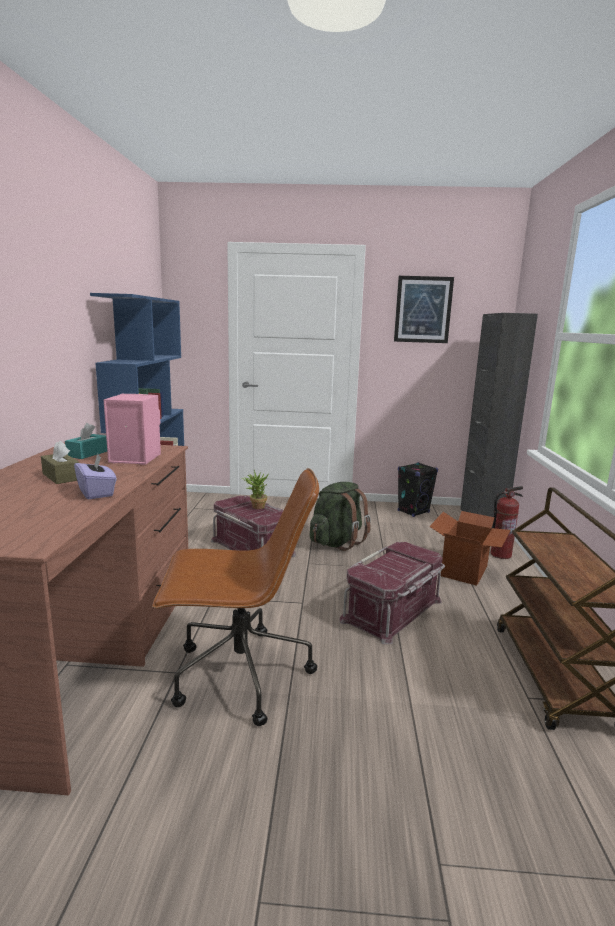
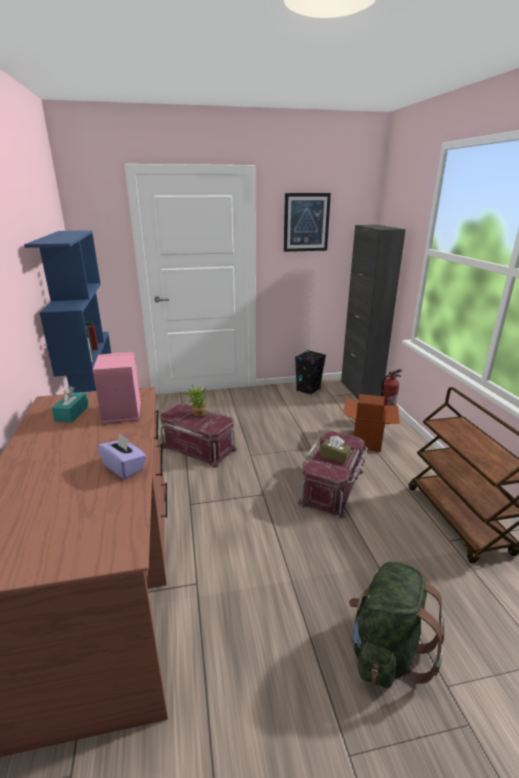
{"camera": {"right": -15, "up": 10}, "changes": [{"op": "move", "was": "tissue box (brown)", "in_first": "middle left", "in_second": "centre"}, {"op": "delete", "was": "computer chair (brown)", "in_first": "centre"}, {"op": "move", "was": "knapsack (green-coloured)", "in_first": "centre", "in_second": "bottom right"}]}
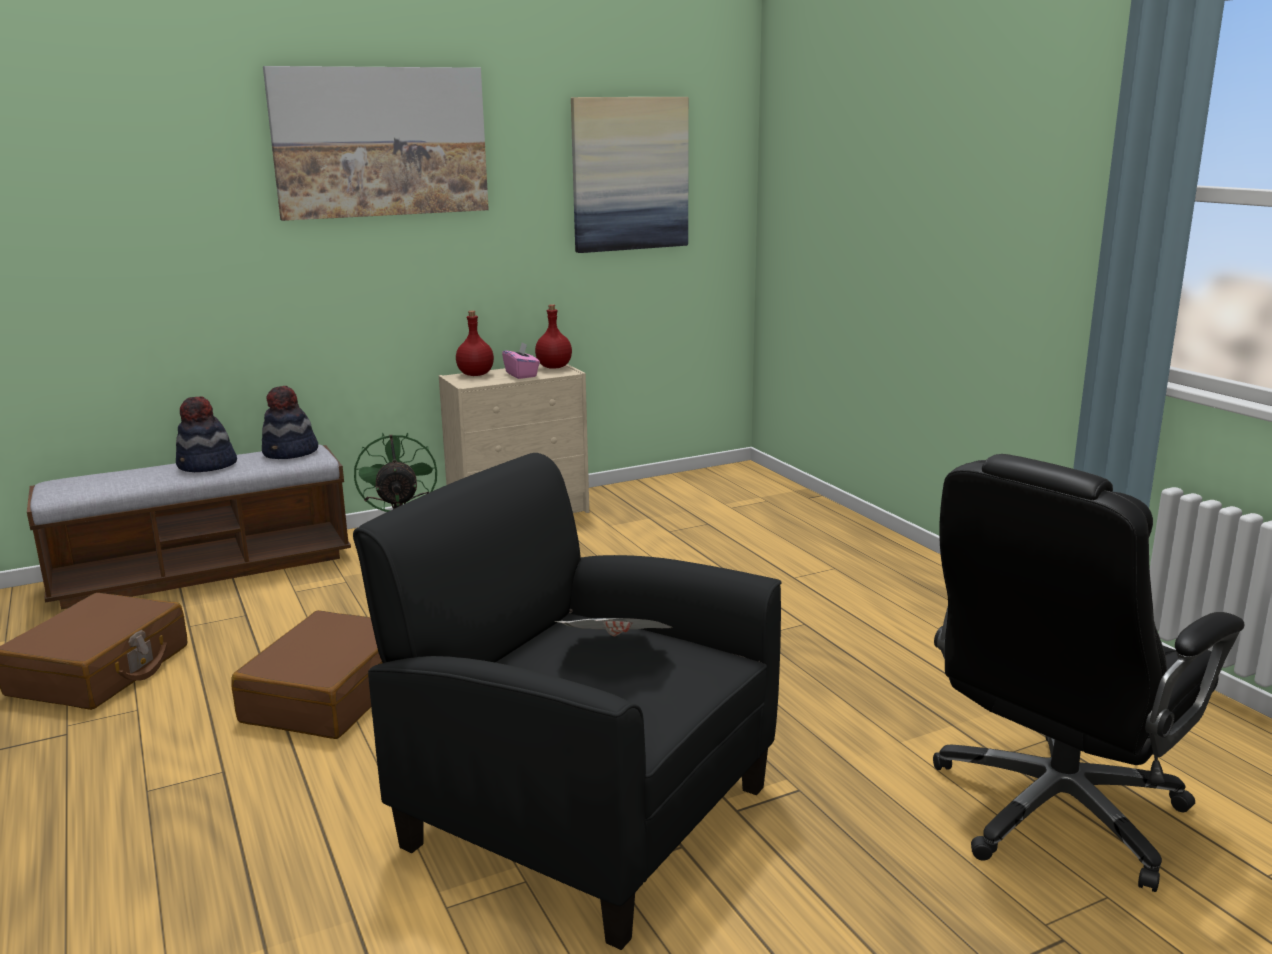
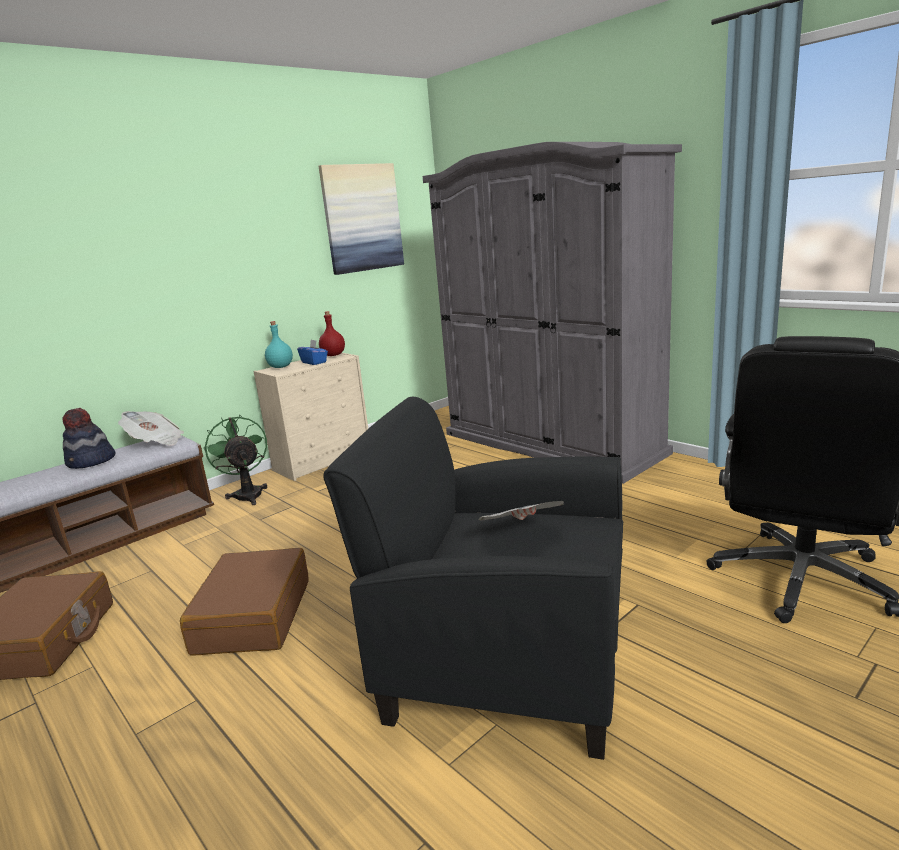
{"camera": {"right": -15, "up": 0}, "changes": [{"op": "replace", "was": "wearable hat (2nd from left)", "now": "newspaper (1st from left)", "in_first": "middle left", "in_second": "middle left"}, {"op": "delete", "was": "picture (1st from left)", "in_first": "top left"}, {"op": "recolor", "was": "beverage bottle (reddish) (1st from left)", "now": "beverage bottle (turquoise-coloured)", "in_first": "centre", "in_second": "middle left"}, {"op": "recolor", "was": "tissue box (pink-coloured)", "now": "tissue box (blue-coloured)", "in_first": "centre", "in_second": "centre"}, {"op": "insert", "now": "clothes cupboard (grey)", "in_second": "centre"}]}
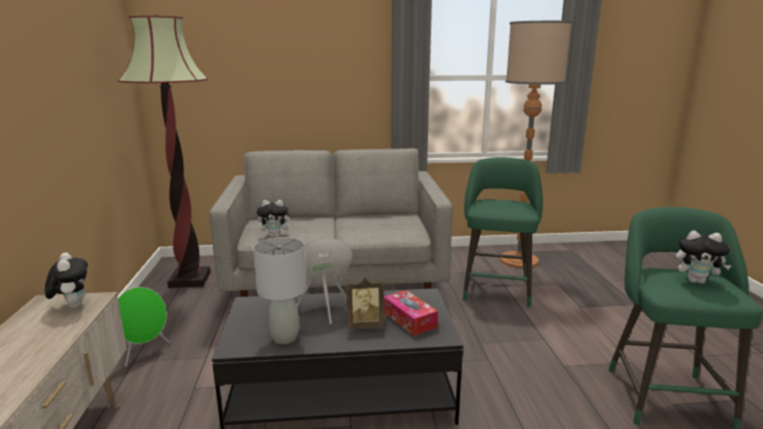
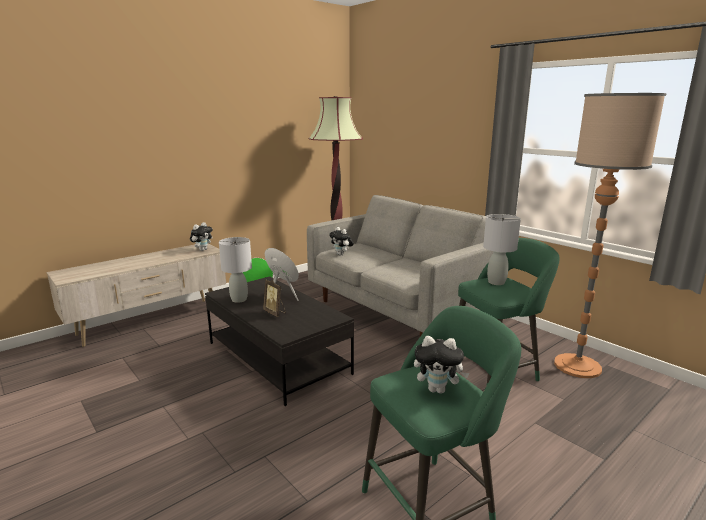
{"camera": {"right": 55, "up": 0}, "changes": [{"op": "delete", "was": "tissue box", "in_first": "bottom centre"}, {"op": "rotate", "was": "cuddly toy (3rd from left)", "in_first": "middle right", "in_second": "bottom centre", "clockwise": -60}, {"op": "insert", "now": "table lamp (grey) (2nd from left)", "in_second": "middle right"}]}
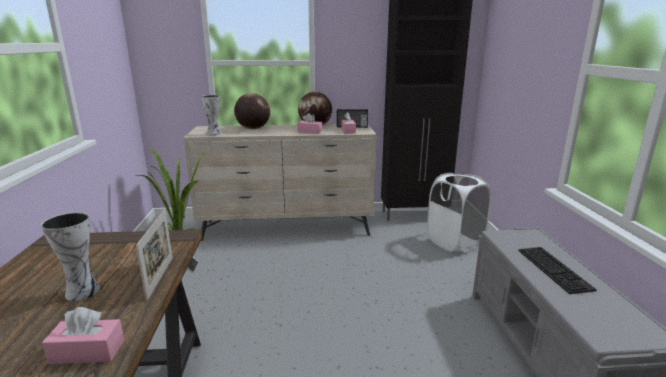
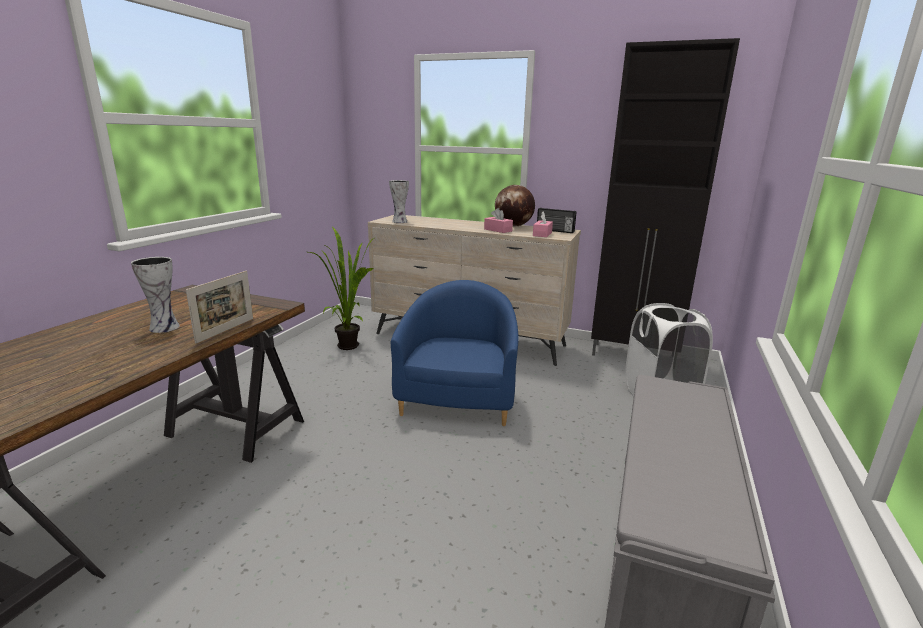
{"camera": {"right": 25, "up": 0}, "changes": [{"op": "delete", "was": "tissue box (pink-coloured) (1st from left)", "in_first": "bottom left"}, {"op": "delete", "was": "desk globe (1st from left)", "in_first": "top centre"}, {"op": "delete", "was": "computer keyboard", "in_first": "bottom right"}, {"op": "insert", "now": "lounge chair (blue-coloured)", "in_second": "centre"}]}
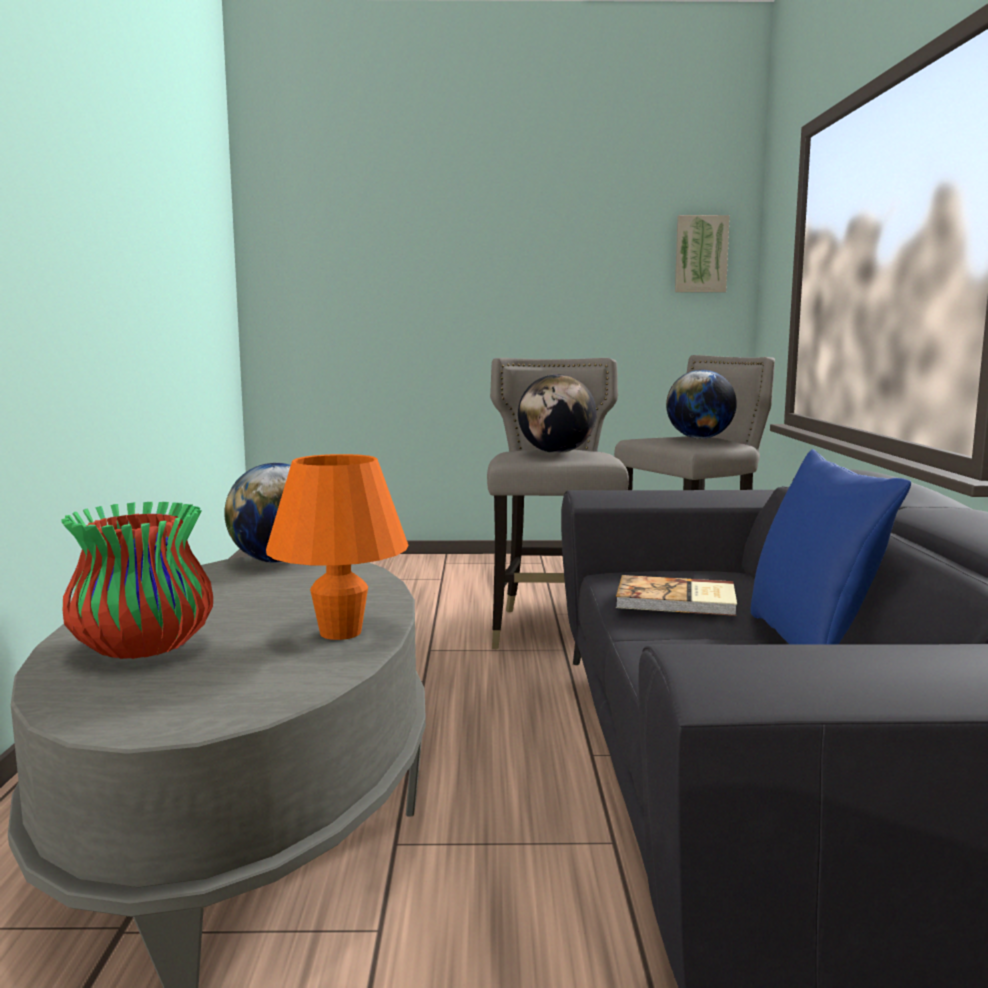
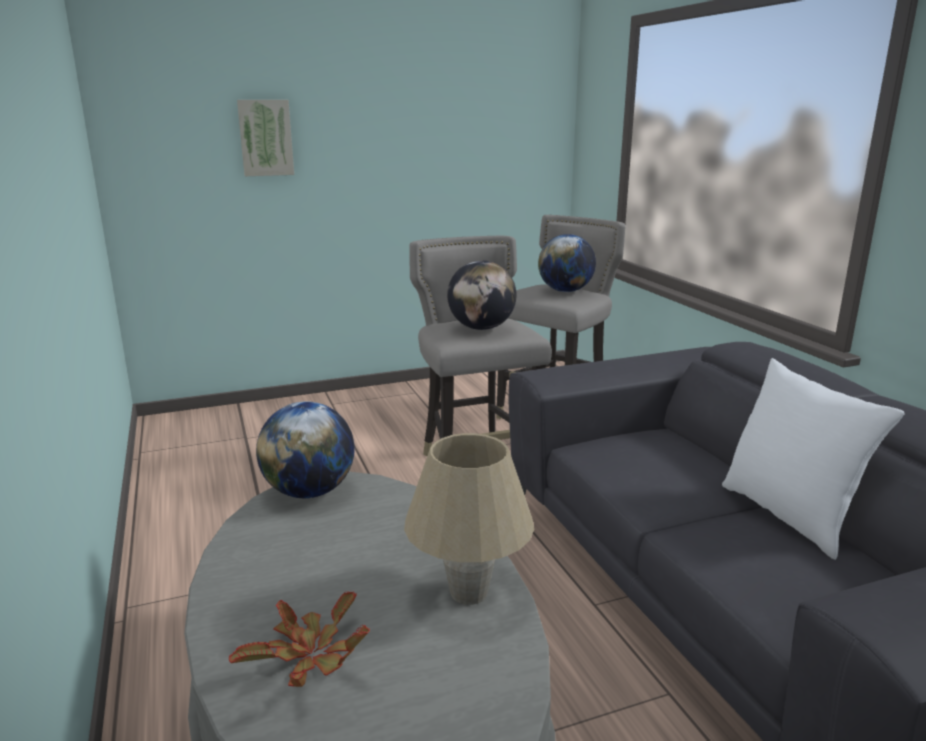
{"camera": {"right": -20, "up": 10}, "changes": [{"op": "replace", "was": "vase", "now": "potted plant", "in_first": "middle left", "in_second": "bottom left"}, {"op": "recolor", "was": "table lamp (orange-coloured)", "now": "table lamp (beige)", "in_first": "centre", "in_second": "bottom centre"}, {"op": "delete", "was": "volume", "in_first": "middle right"}, {"op": "move", "was": "picture", "in_first": "top right", "in_second": "top left"}, {"op": "recolor", "was": "pillow (blue-coloured)", "now": "pillow (whitish)", "in_first": "middle right", "in_second": "middle right"}]}
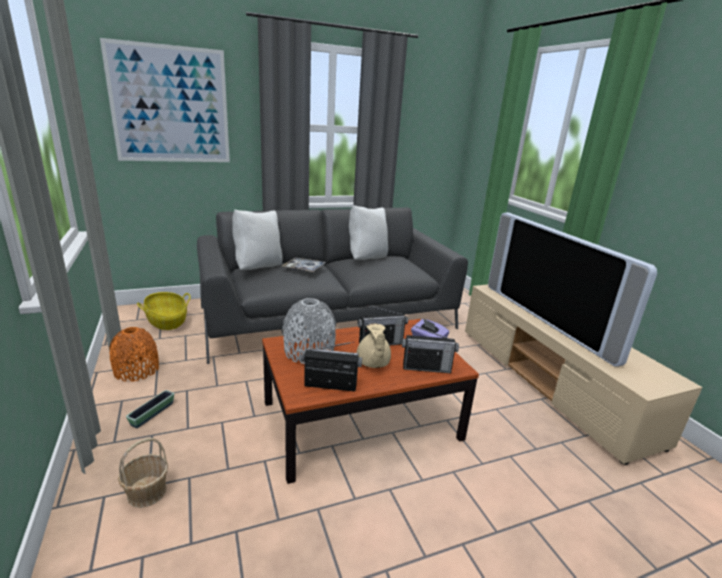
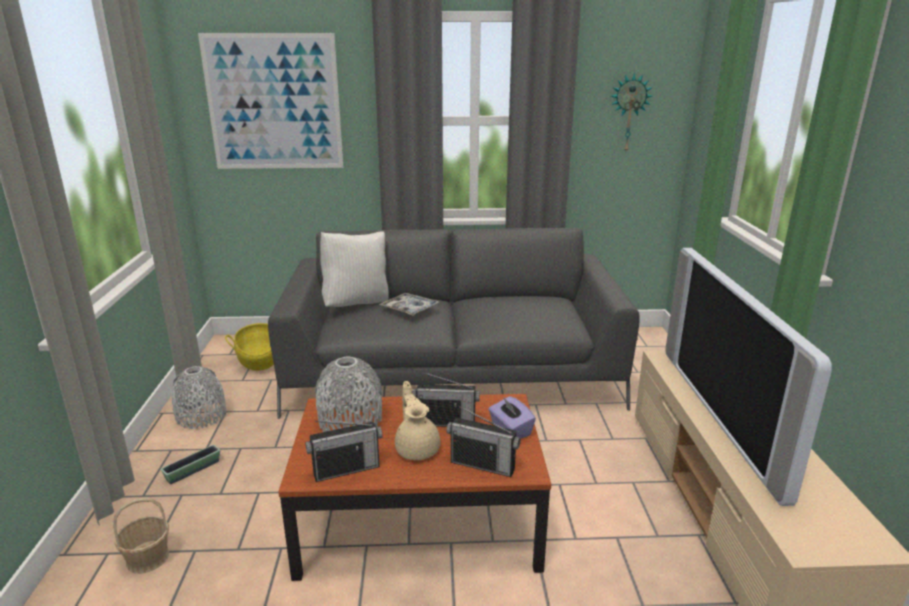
{"camera": {"right": 20, "up": 0}, "changes": [{"op": "recolor", "was": "vase (orange-coloured)", "now": "vase (grey) (1st from left)", "in_first": "middle left", "in_second": "middle left"}, {"op": "rotate", "was": "radio receiver (1st from left)", "in_first": "centre", "in_second": "bottom centre", "clockwise": 135}, {"op": "delete", "was": "pillow (whitish) (2nd from left)", "in_first": "centre"}, {"op": "rotate", "was": "pot for tea (beige)", "in_first": "centre", "in_second": "bottom centre", "clockwise": 150}, {"op": "insert", "now": "wall clock", "in_second": "top right"}]}
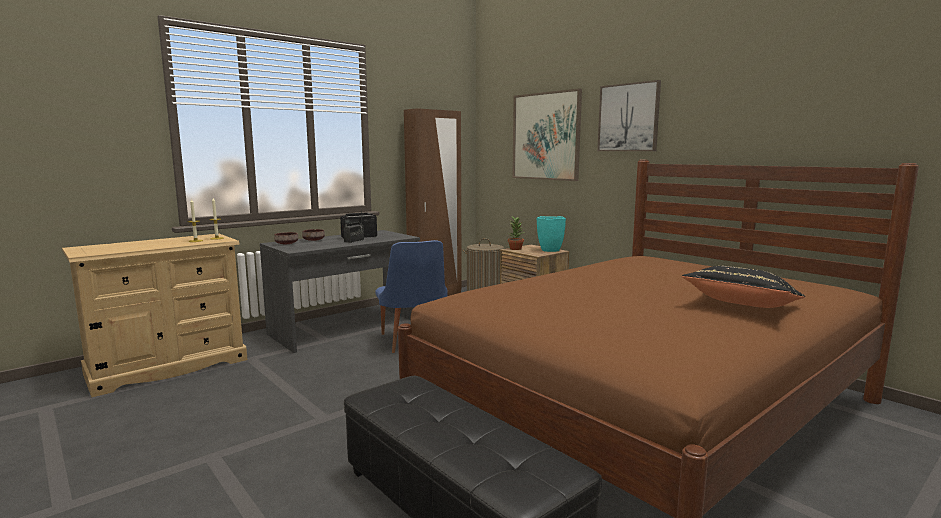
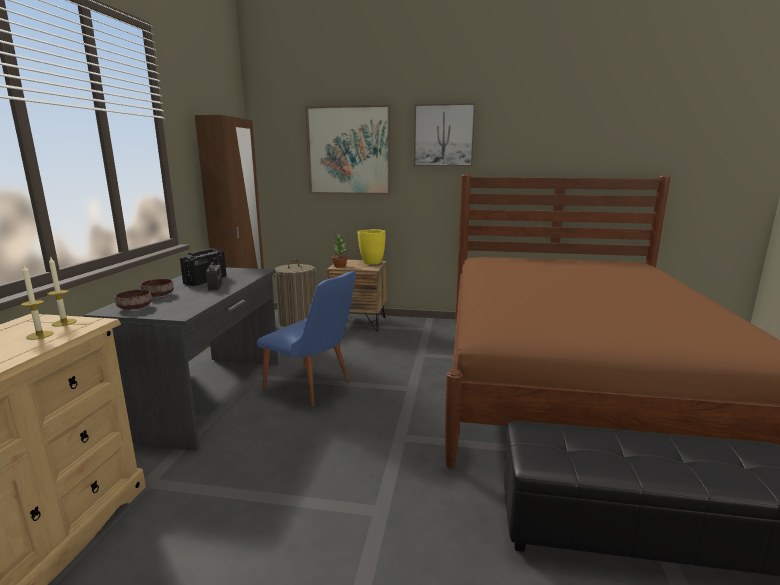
{"camera": {"right": -40, "up": 5}, "changes": [{"op": "recolor", "was": "vase (turquoise-coloured)", "now": "vase (yellow)", "in_first": "centre", "in_second": "centre"}, {"op": "delete", "was": "pillow (black-coloured)", "in_first": "middle right"}]}
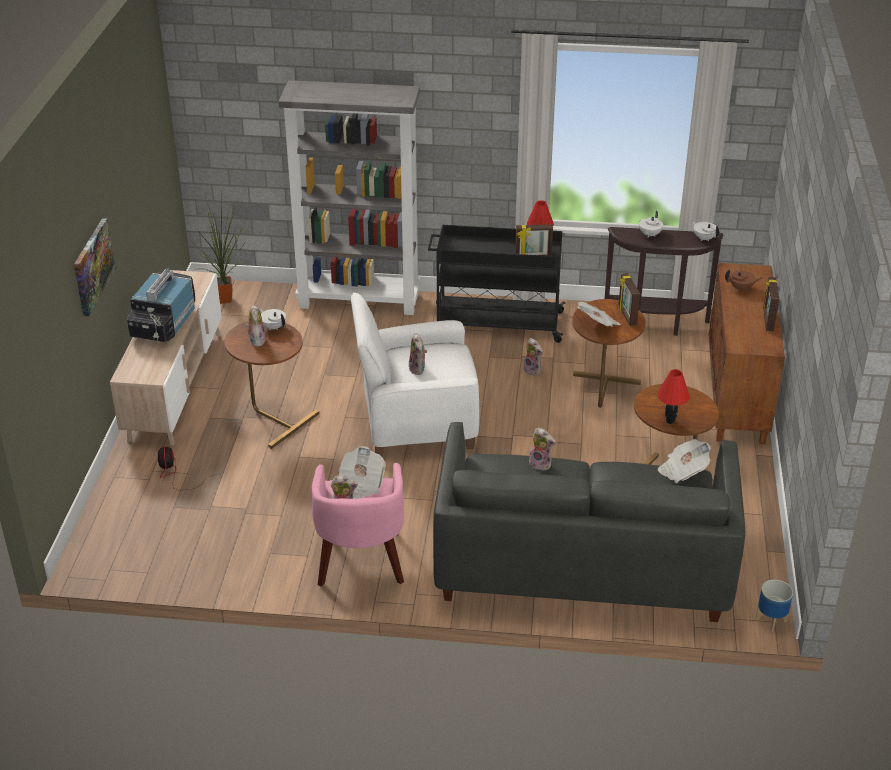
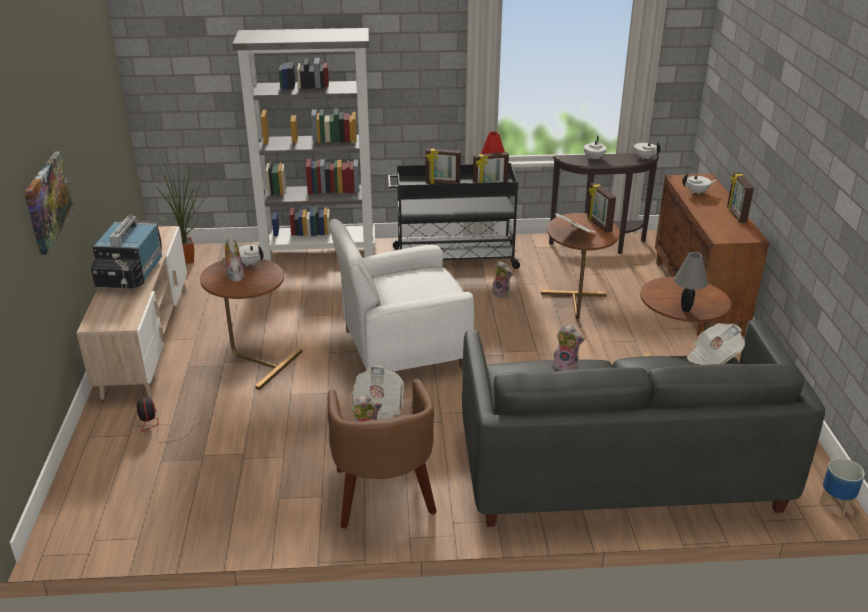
{"camera": {"right": -10, "up": -5}, "changes": [{"op": "recolor", "was": "lounge chair (pink-coloured)", "now": "lounge chair (brown)", "in_first": "bottom centre", "in_second": "bottom centre"}, {"op": "delete", "was": "cuddly toy (3rd from left)", "in_first": "centre"}, {"op": "recolor", "was": "table lamp (reddish) (2nd from left)", "now": "table lamp (grey)", "in_first": "middle right", "in_second": "middle right"}, {"op": "recolor", "was": "pot for tea (brown)", "now": "pot for tea (whitish) (4th from left)", "in_first": "middle right", "in_second": "top right"}, {"op": "insert", "now": "photo frame (1st from left)", "in_second": "top centre"}]}
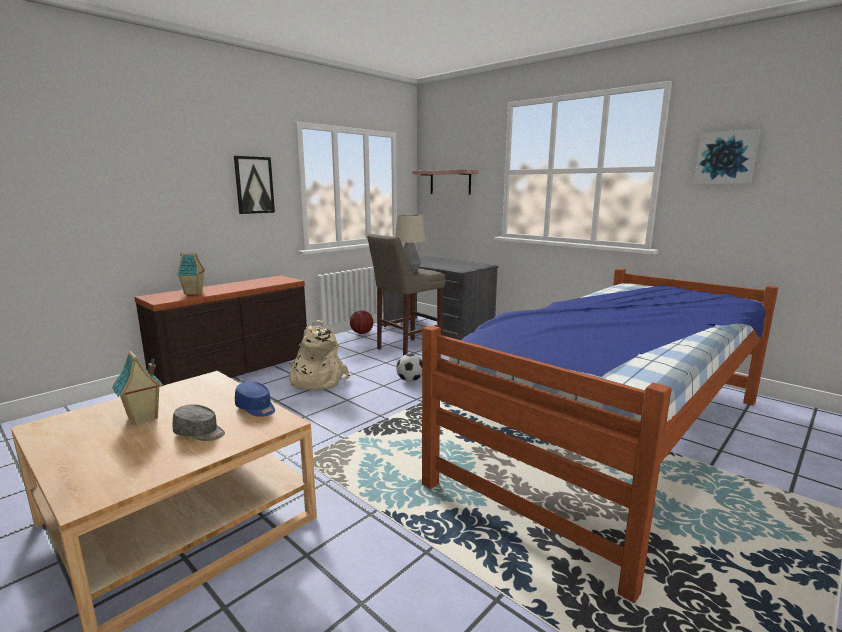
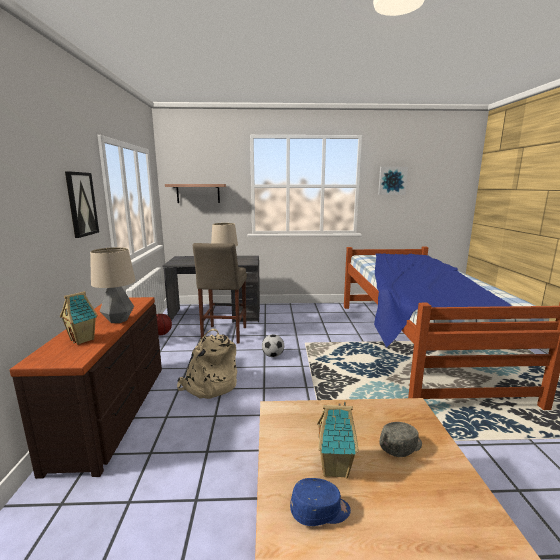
{"camera": {"right": -45, "up": 0}, "changes": [{"op": "move", "was": "cap (blue-coloured)", "in_first": "middle left", "in_second": "bottom centre"}, {"op": "insert", "now": "table lamp (1st from left)", "in_second": "middle left"}]}
